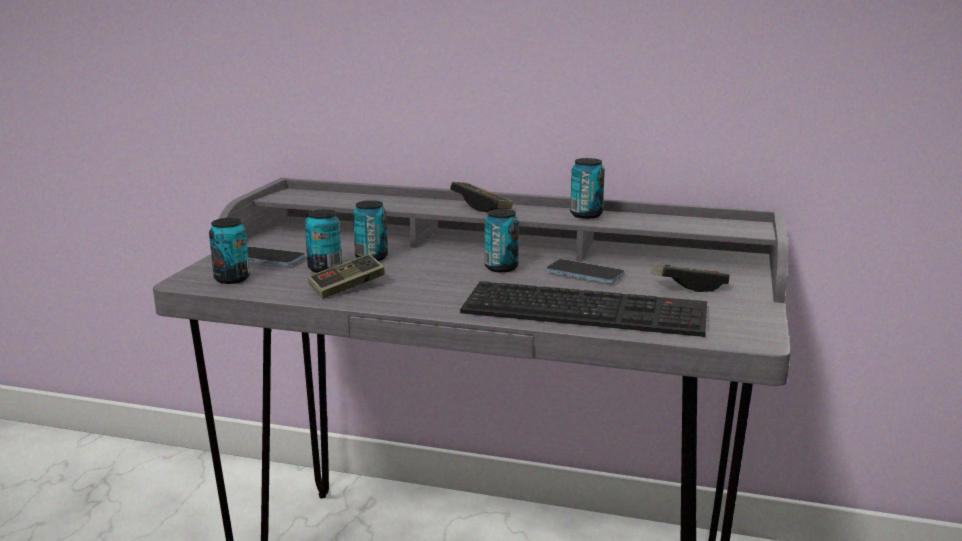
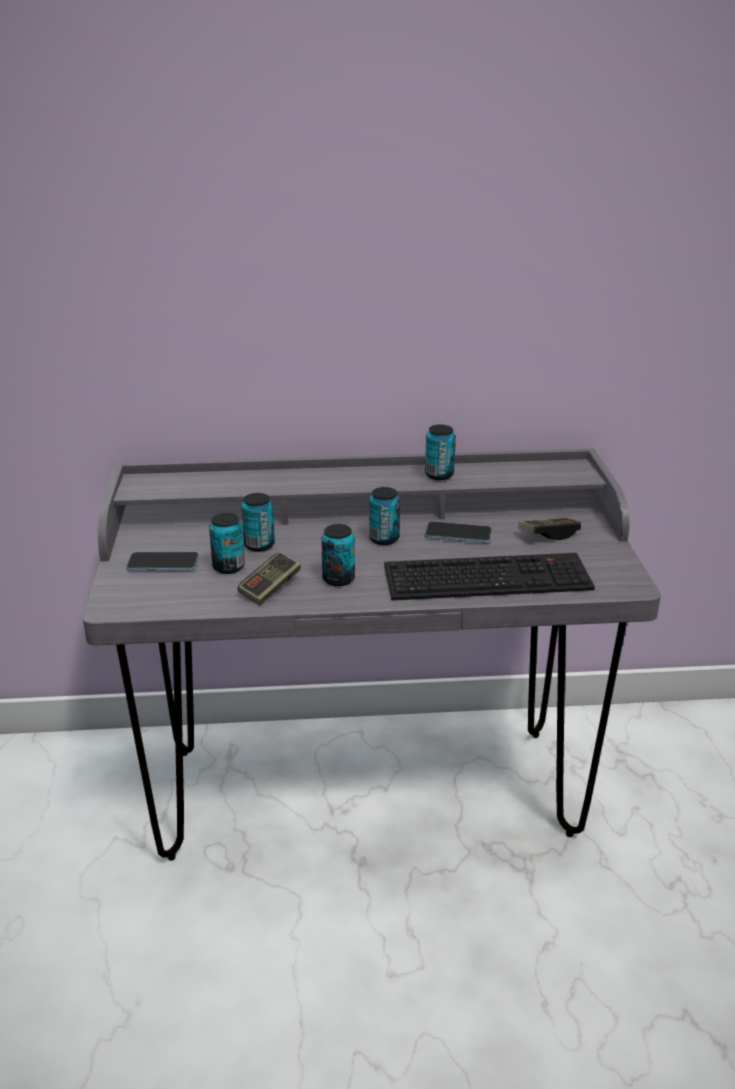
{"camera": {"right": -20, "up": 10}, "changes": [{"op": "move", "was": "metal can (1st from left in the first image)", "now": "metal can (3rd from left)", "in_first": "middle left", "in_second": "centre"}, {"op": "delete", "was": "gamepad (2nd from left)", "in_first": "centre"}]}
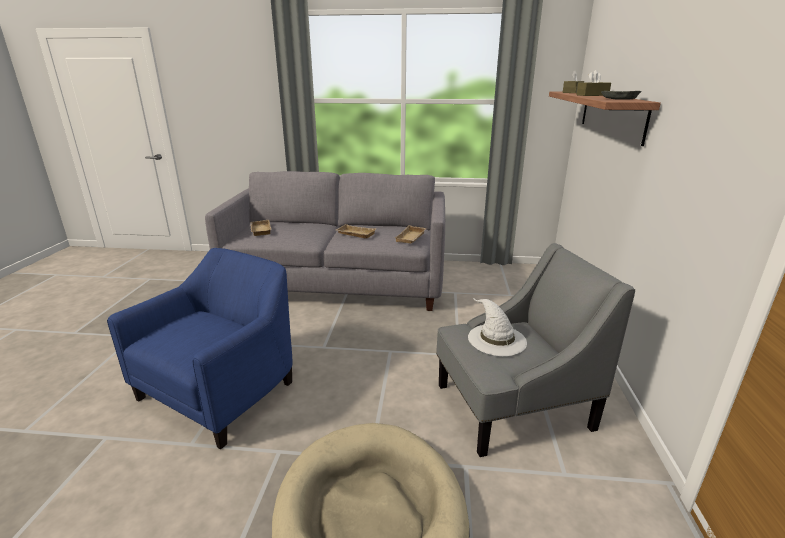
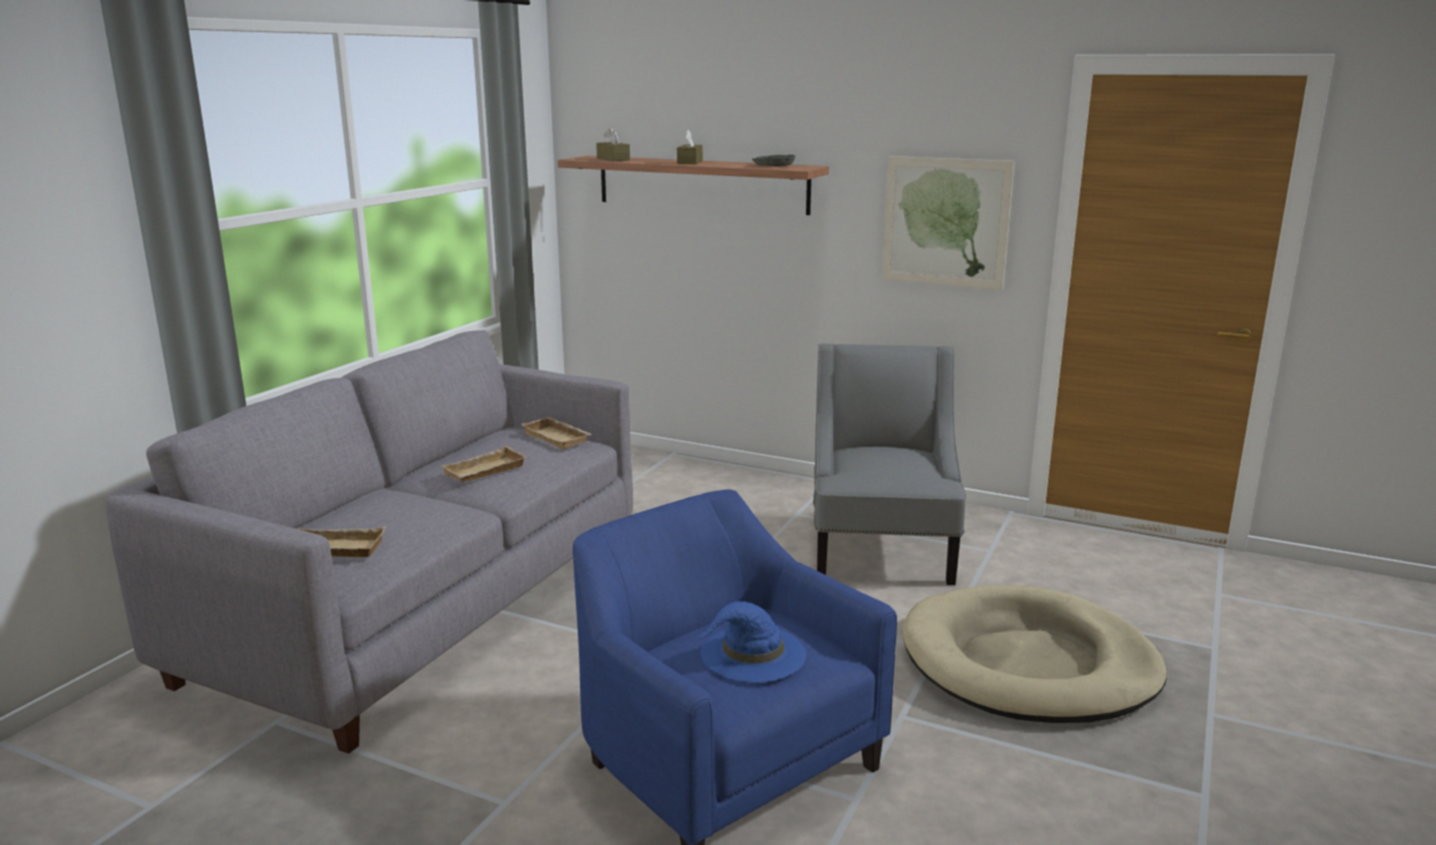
{"camera": {"right": -70, "up": -5}, "changes": [{"op": "delete", "was": "wearable hat (whitish)", "in_first": "centre"}, {"op": "insert", "now": "wearable hat (blue-coloured)", "in_second": "bottom centre"}, {"op": "insert", "now": "picture", "in_second": "top centre"}]}
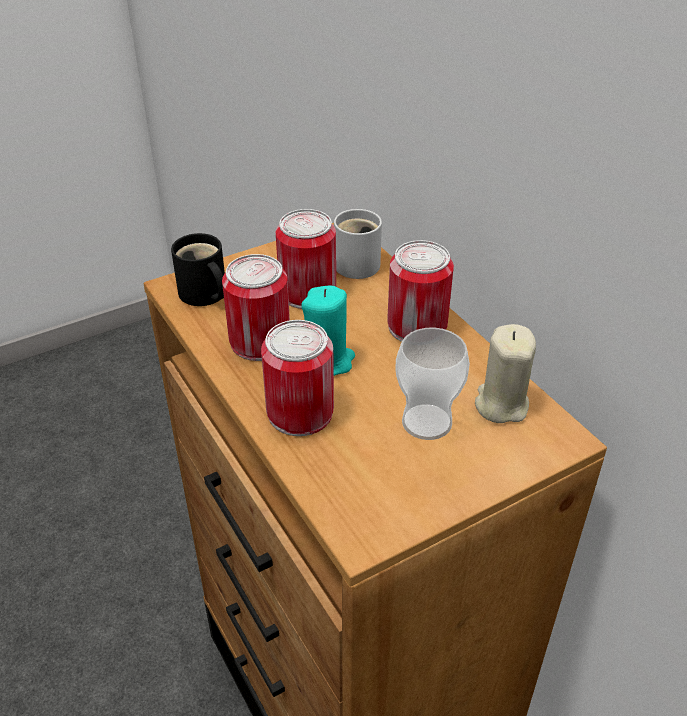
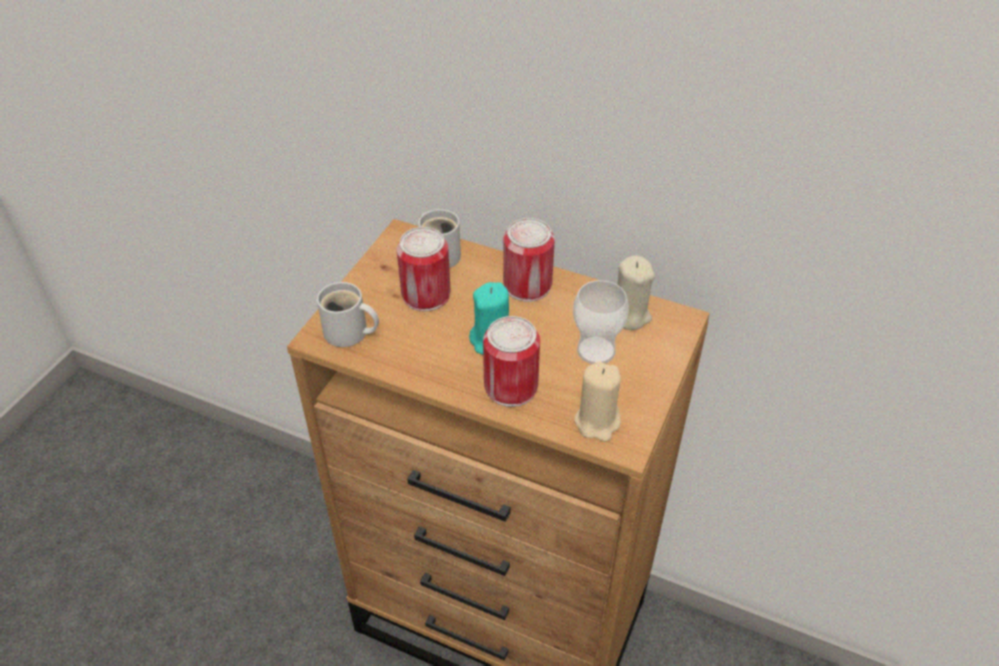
{"camera": {"right": -35, "up": 5}, "changes": [{"op": "recolor", "was": "tea mug (black-coloured)", "now": "tea mug (whitish) (1st from left)", "in_first": "middle left", "in_second": "centre"}, {"op": "delete", "was": "metal can (1st from left)", "in_first": "centre"}, {"op": "insert", "now": "candle (beige) (1st from left)", "in_second": "centre"}]}
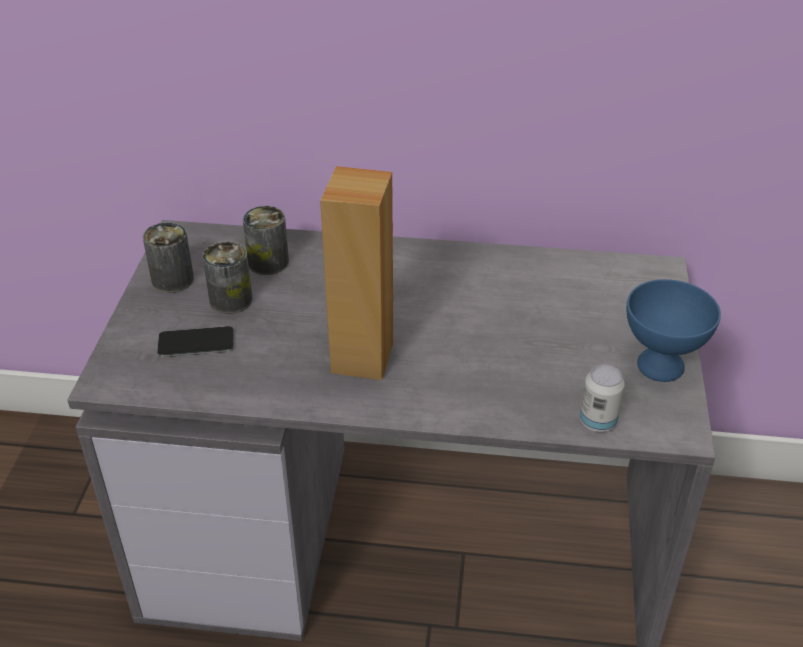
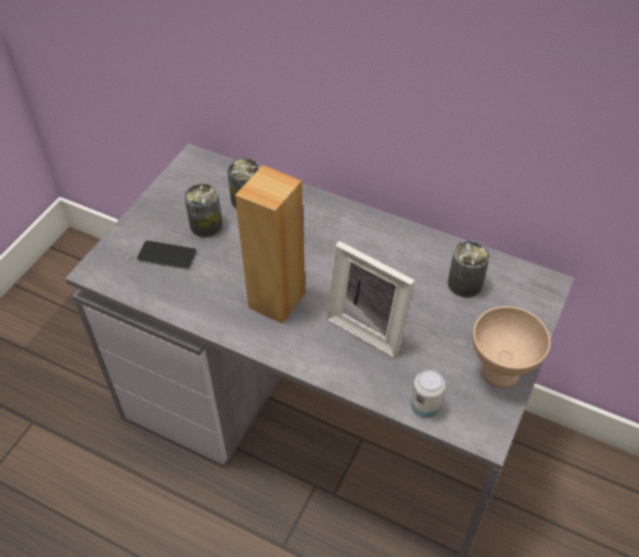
{"camera": {"right": 20, "up": 10}, "changes": [{"op": "move", "was": "metal can (1st from left in the first image)", "now": "metal can (4th from left)", "in_first": "middle left", "in_second": "middle right"}, {"op": "recolor", "was": "serving bowl (blue-coloured)", "now": "serving bowl (beige)", "in_first": "middle right", "in_second": "middle right"}, {"op": "insert", "now": "photo frame", "in_second": "centre"}]}
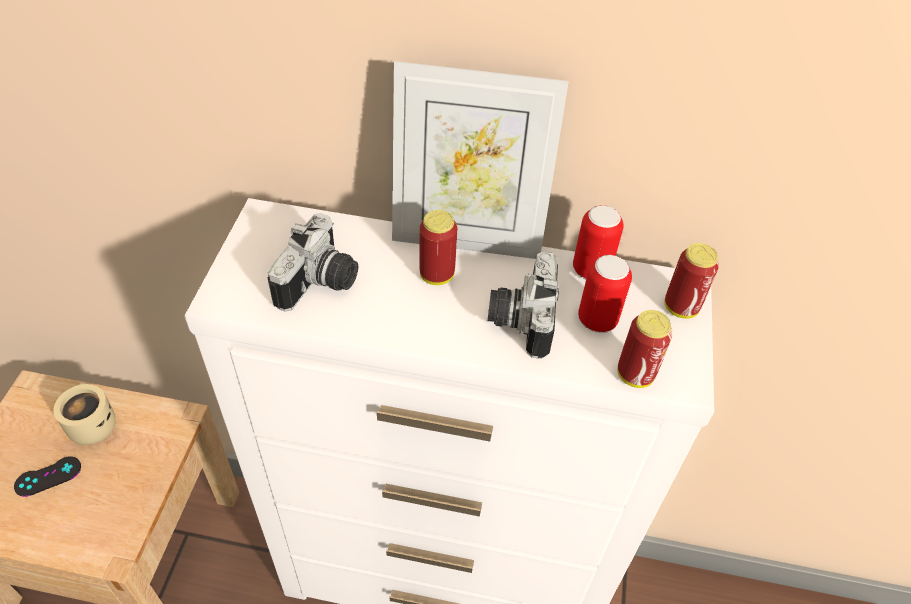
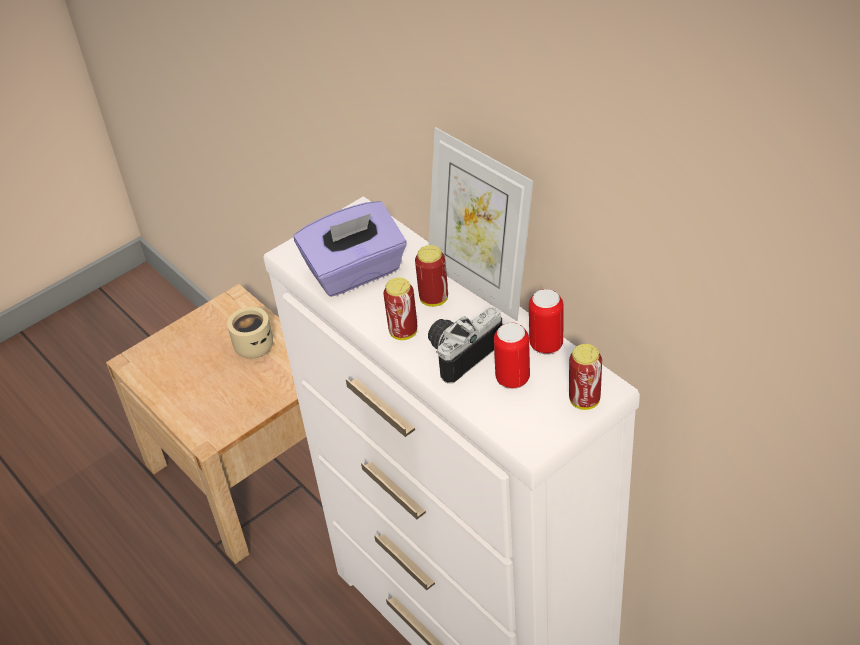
{"camera": {"right": 45, "up": -5}, "changes": [{"op": "delete", "was": "gamepad (black-coloured)", "in_first": "bottom left"}, {"op": "replace", "was": "still camera (1st from left)", "now": "tissue box (purple)", "in_first": "centre", "in_second": "centre"}, {"op": "move", "was": "metal can (4th from left in the first image)", "now": "metal can (1st from left)", "in_first": "middle right", "in_second": "centre"}]}
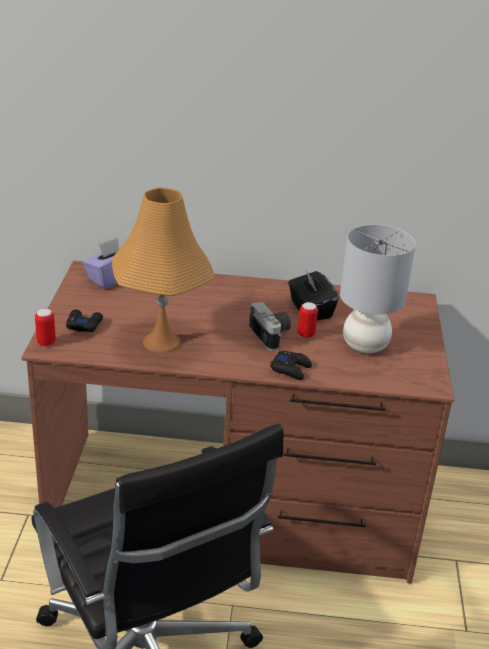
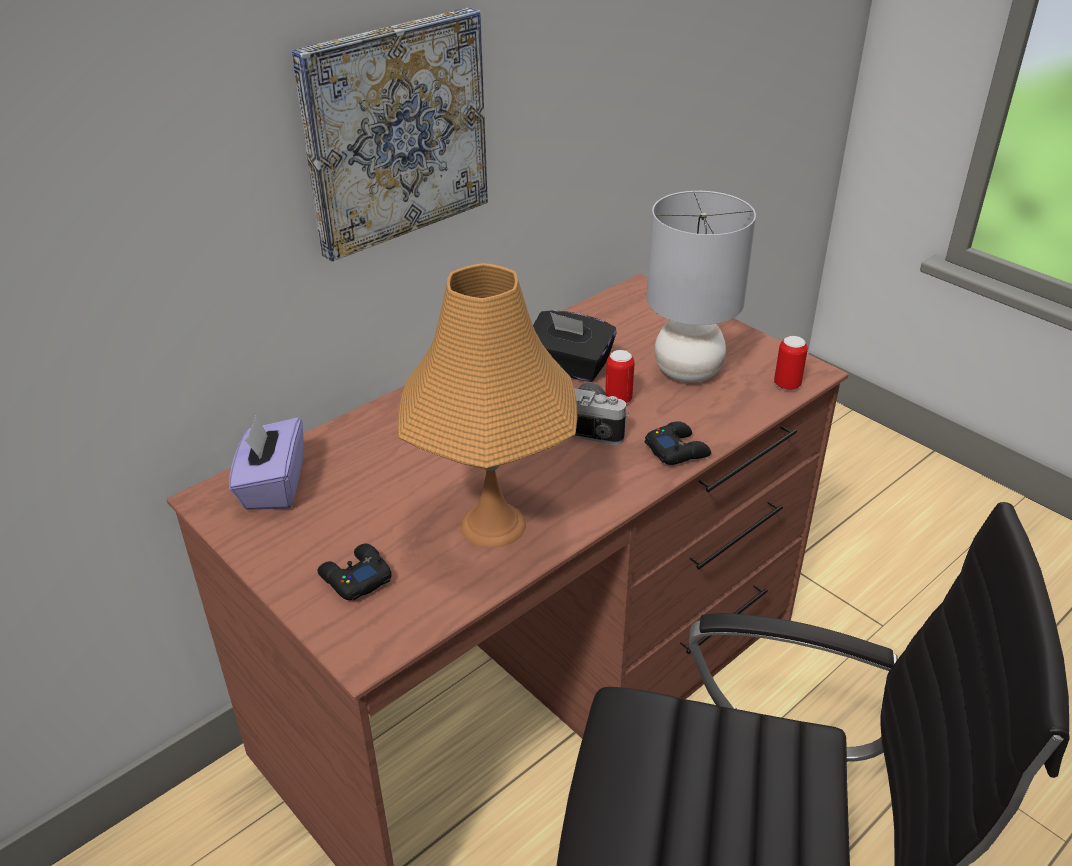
{"camera": {"right": -45, "up": 5}, "changes": [{"op": "move", "was": "metal can (1st from left in the first image)", "now": "metal can (2nd from left)", "in_first": "middle left", "in_second": "middle right"}, {"op": "insert", "now": "picture", "in_second": "top centre"}]}
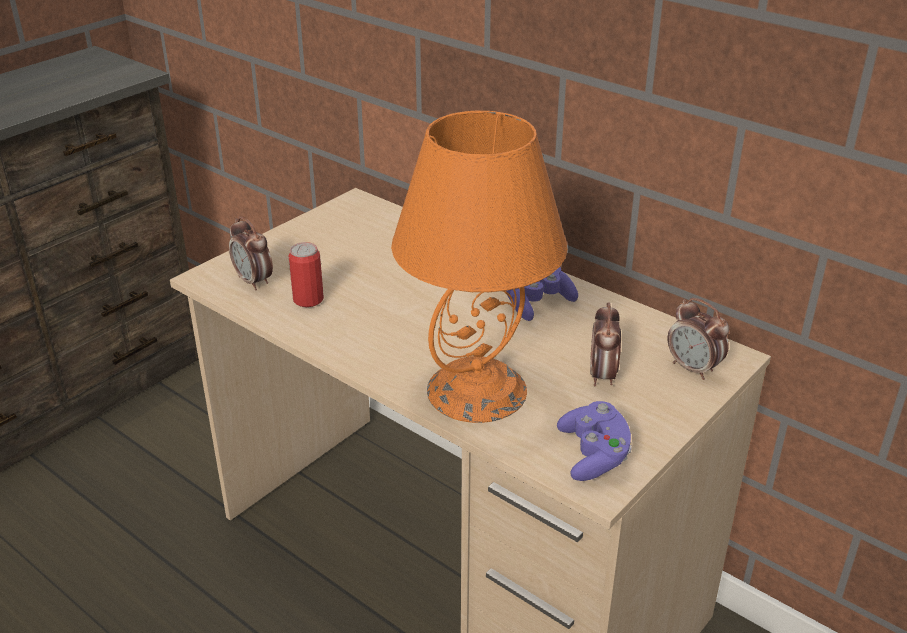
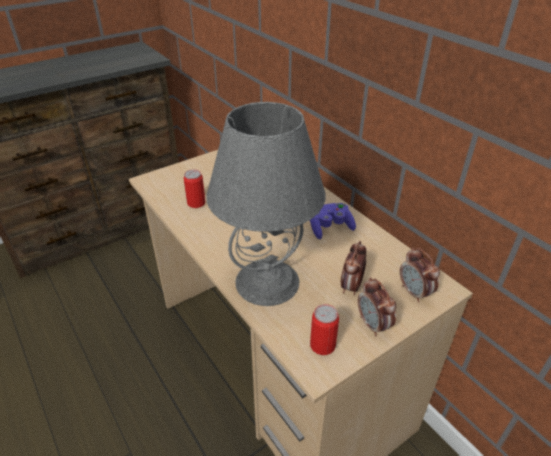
{"camera": {"right": 15, "up": 5}, "changes": [{"op": "move", "was": "table clock (1st from left in the first image)", "now": "table clock (2nd from left)", "in_first": "middle left", "in_second": "bottom right"}, {"op": "recolor", "was": "table lamp (orange-coloured)", "now": "table lamp (grey)", "in_first": "centre", "in_second": "centre"}, {"op": "replace", "was": "gamepad (purple) (2nd from left)", "now": "metal can (2nd from left)", "in_first": "bottom centre", "in_second": "bottom centre"}]}
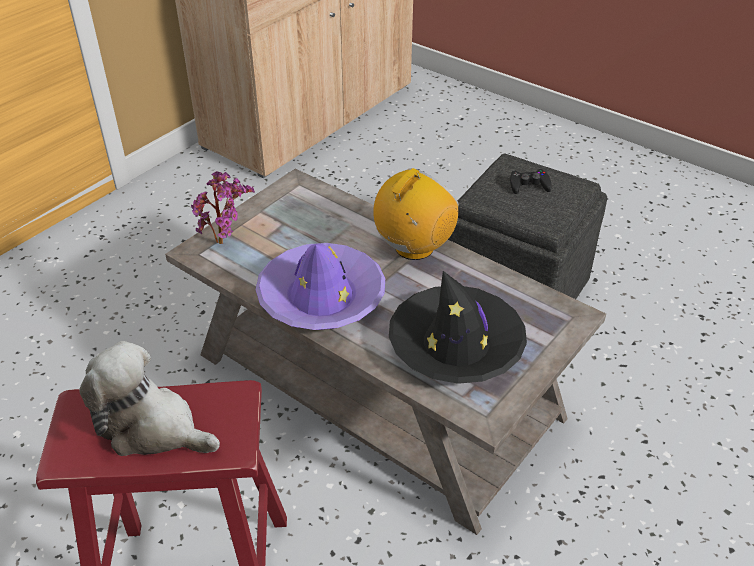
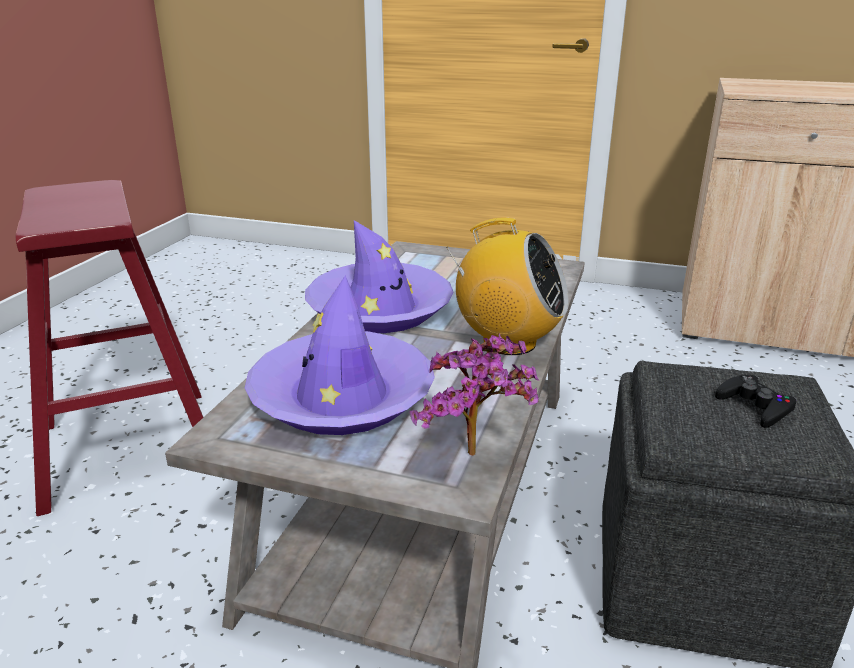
{"camera": {"right": 70, "up": -15}, "changes": [{"op": "delete", "was": "cuddly toy", "in_first": "bottom left"}, {"op": "move", "was": "potted plant", "in_first": "middle left", "in_second": "centre"}, {"op": "recolor", "was": "wearable hat (black-coloured)", "now": "wearable hat (purple) (1st from left)", "in_first": "centre", "in_second": "centre"}]}
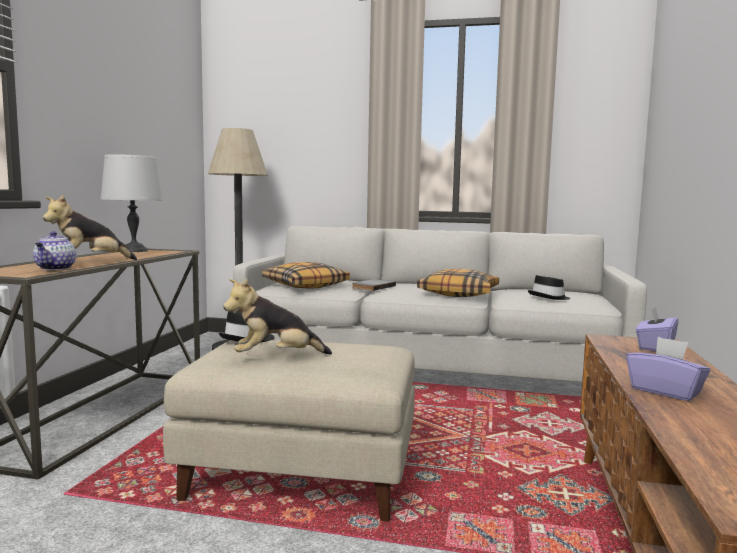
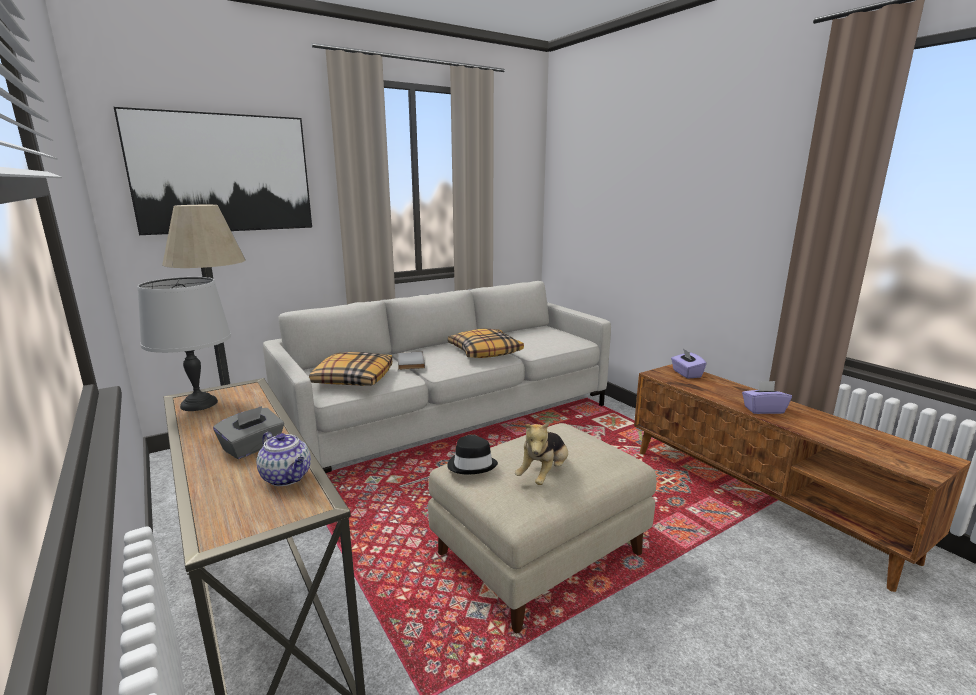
{"camera": {"right": -45, "up": 10}, "changes": [{"op": "replace", "was": "cuddly toy (1st from left)", "now": "tissue box (grey)", "in_first": "middle left", "in_second": "middle left"}, {"op": "delete", "was": "wearable hat (black-coloured) (2nd from left)", "in_first": "middle right"}, {"op": "insert", "now": "picture", "in_second": "top left"}]}
